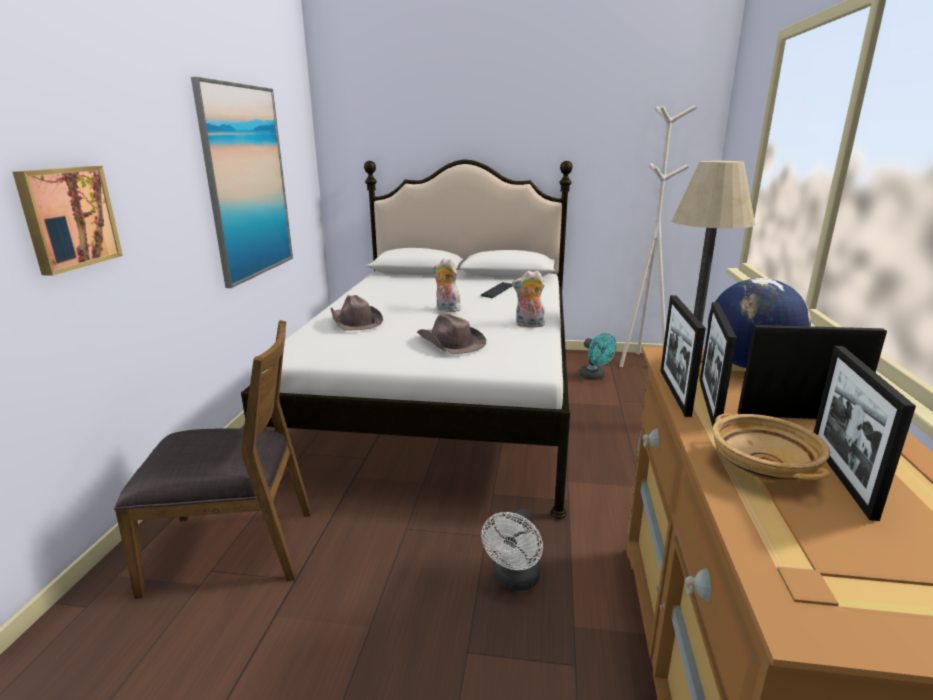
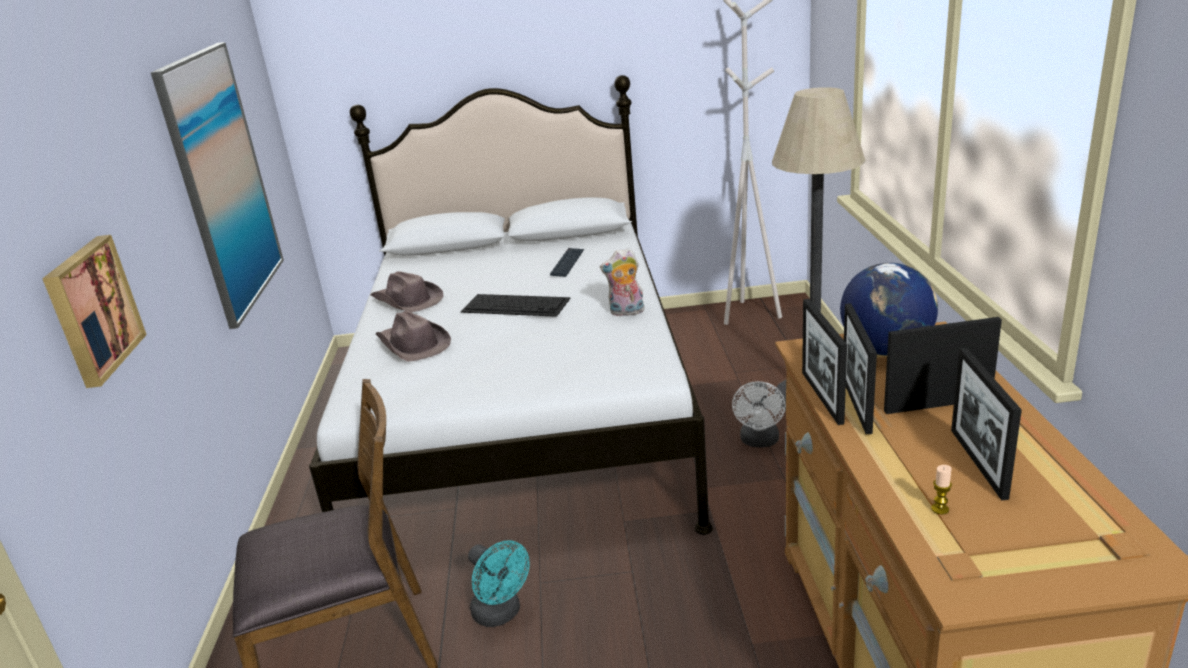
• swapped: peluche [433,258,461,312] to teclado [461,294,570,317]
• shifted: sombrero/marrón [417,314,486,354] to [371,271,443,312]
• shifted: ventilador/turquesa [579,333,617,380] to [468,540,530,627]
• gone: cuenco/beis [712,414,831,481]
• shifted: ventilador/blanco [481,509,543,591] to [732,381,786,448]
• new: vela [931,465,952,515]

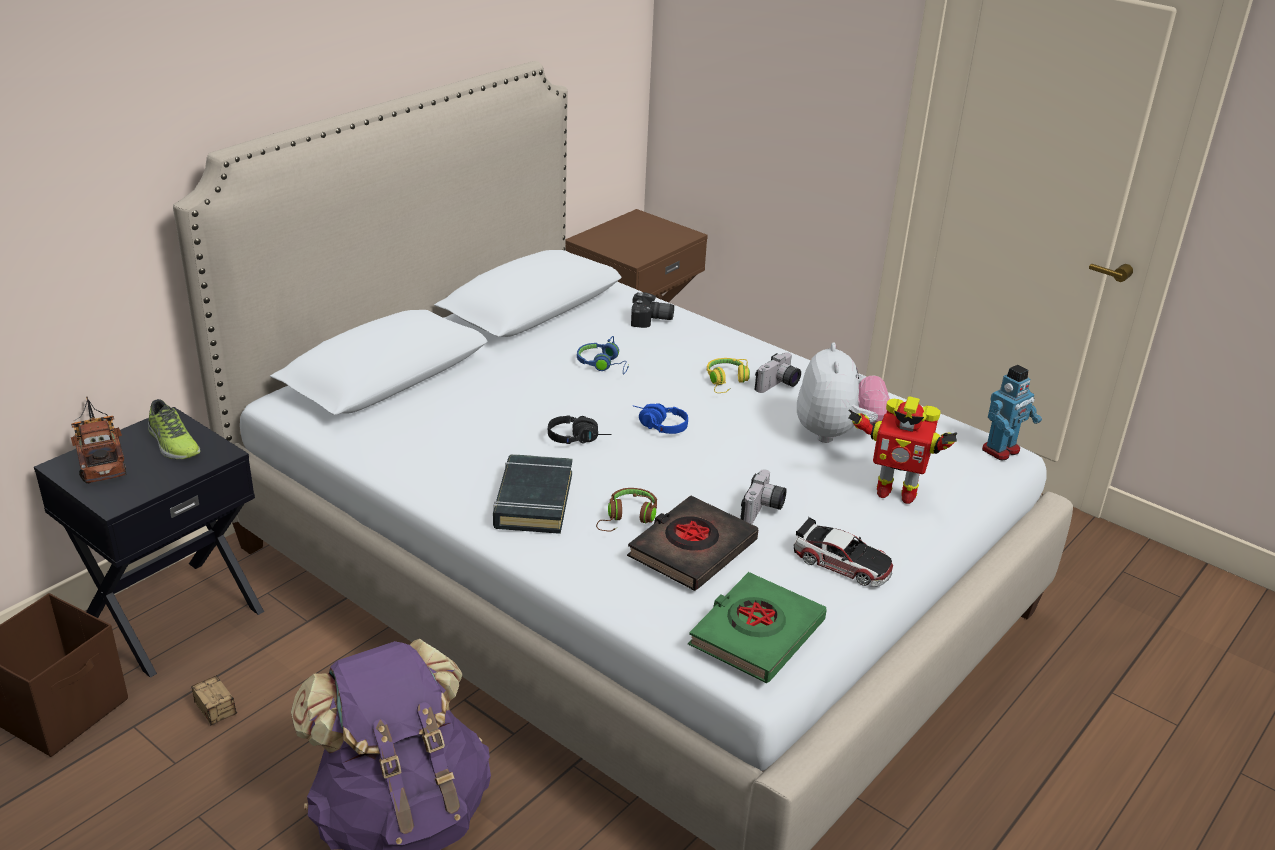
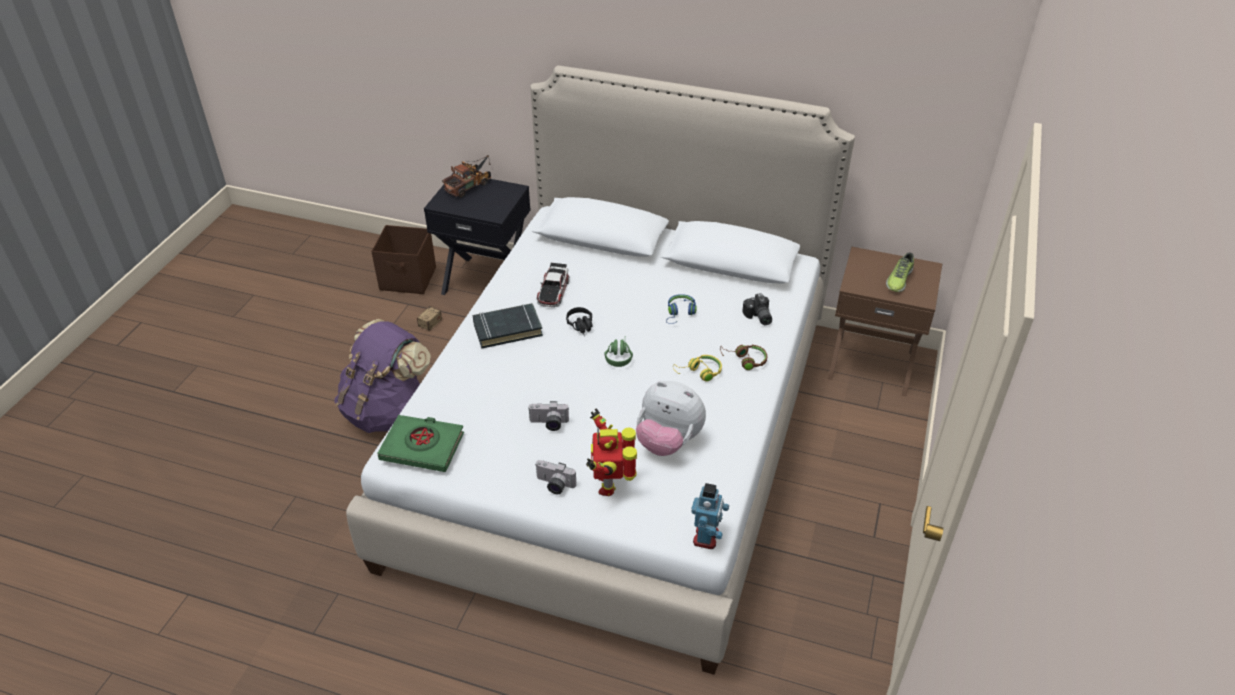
• rotated: peluche [797,342,890,443] = [636,381,706,456] 45 degrees clockwise
• shifted: cámara [755,352,801,393] to [536,460,576,494]
• rotated: robot de juguete [982,365,1042,460] = [691,483,729,549] 105 degrees counterclockwise
• shifted: zapato [148,399,201,459] to [886,253,914,292]
• repainted: auriculares/azul [633,403,688,434] to auriculares/verde [604,340,633,367]
• shifted: auriculares/marrón [596,488,657,532] to [720,345,767,370]
• gone: libro/negro [627,495,758,591]
• shifted: coche de juguete [794,517,893,587] to [537,263,570,307]

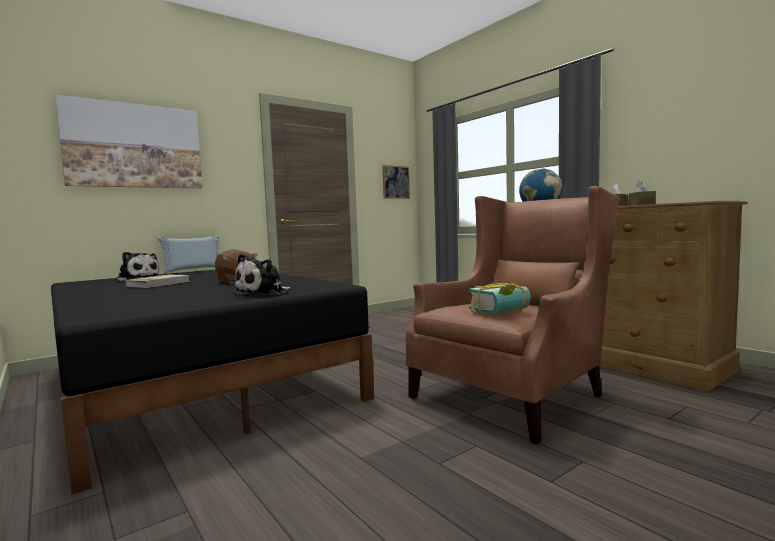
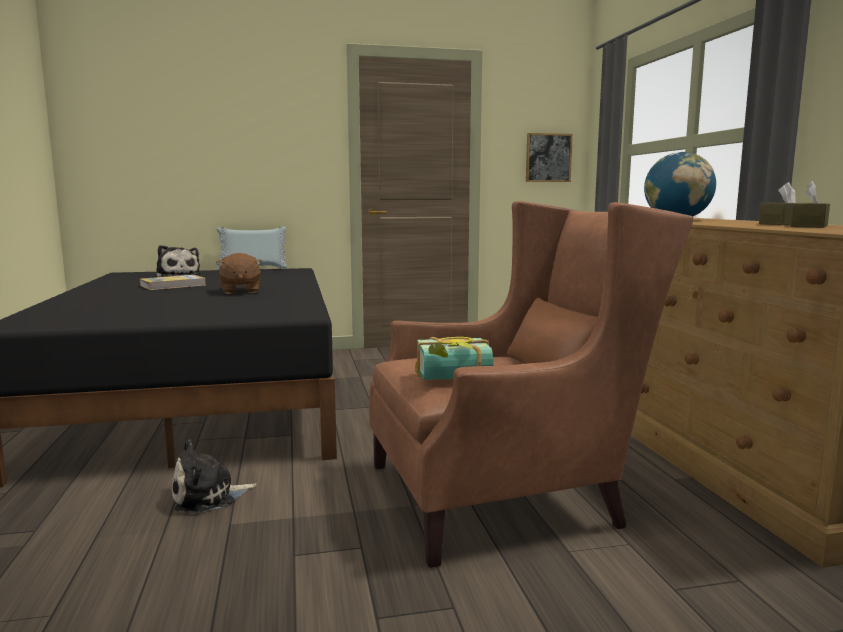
• gone: cuadro [55,95,202,189]
• shifted: peluche [232,254,291,296] to [172,440,257,513]

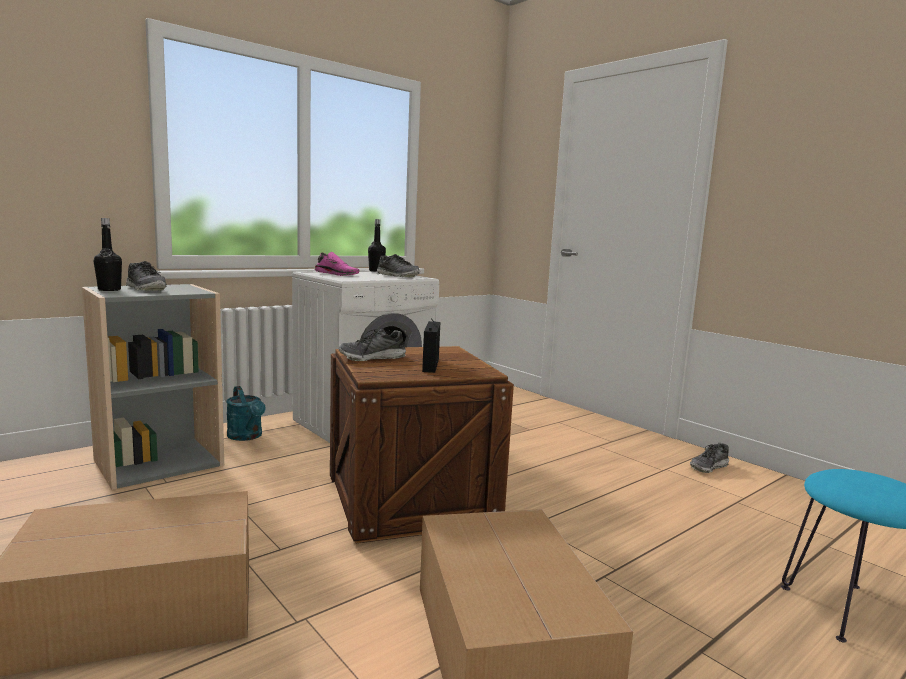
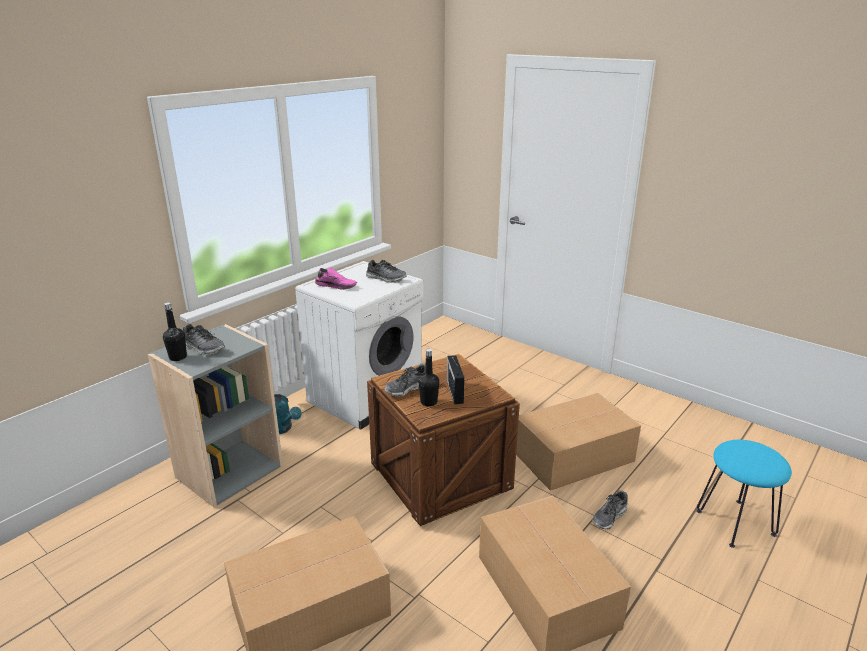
• shifted: botella/negro [368,219,386,272] to [419,349,439,406]
• shifted: zapato [690,443,729,473] to [592,490,628,529]
• new: caja de cartón [516,393,641,491]

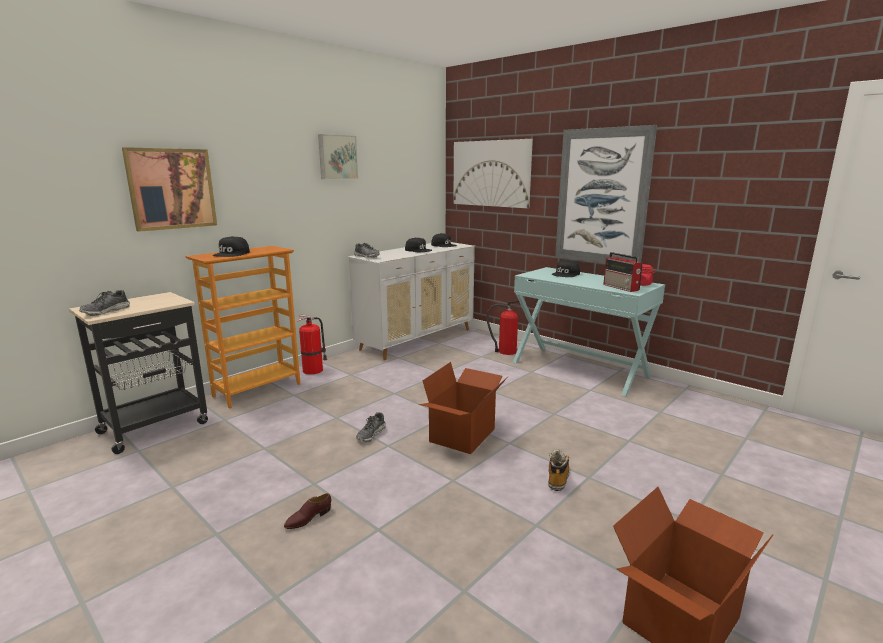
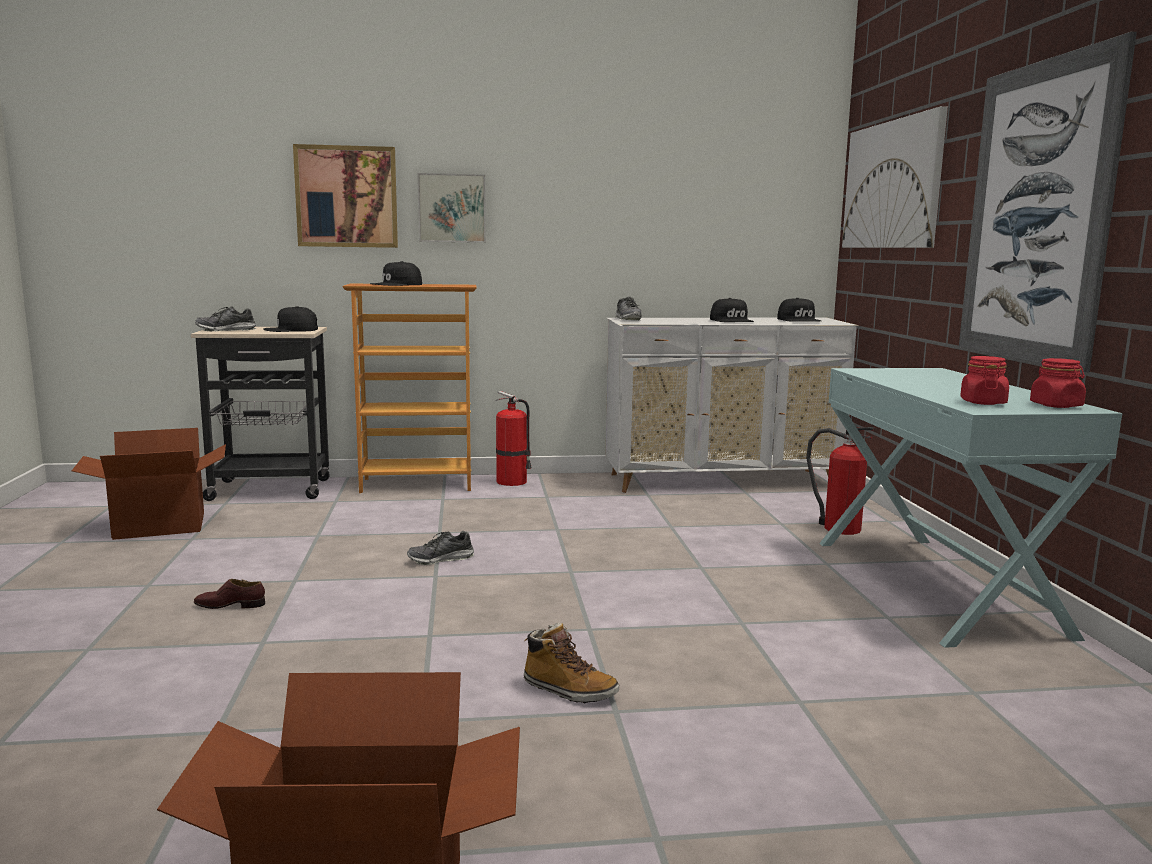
• shifted: cuadro [318,134,358,179] to [417,173,486,243]
• swapped: radio [603,252,643,292] to tarro/rojo [960,356,1009,405]
• shifted: gorra/negro [552,260,580,277] to [263,306,318,332]
• shifted: caja de cartón [419,362,508,454] to [72,428,226,540]
• rotated: bota [548,450,570,491] = [524,623,619,703] 60 degrees clockwise

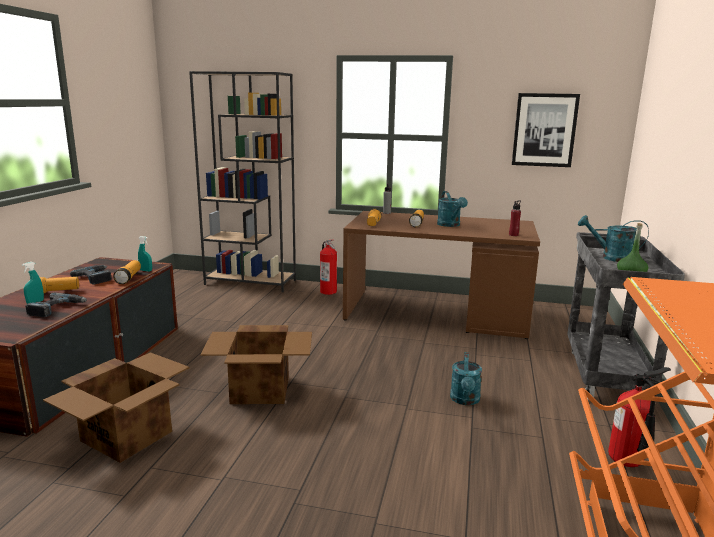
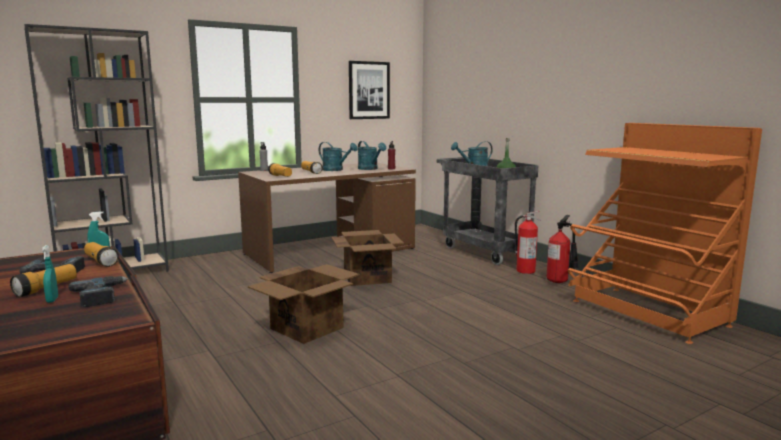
• shifted: extintor [320,240,337,295] to [515,211,541,274]
• shifted: caja de cartón [43,352,189,463] to [332,230,404,286]
• shifted: regadera/turquesa [450,352,482,405] to [358,141,386,170]

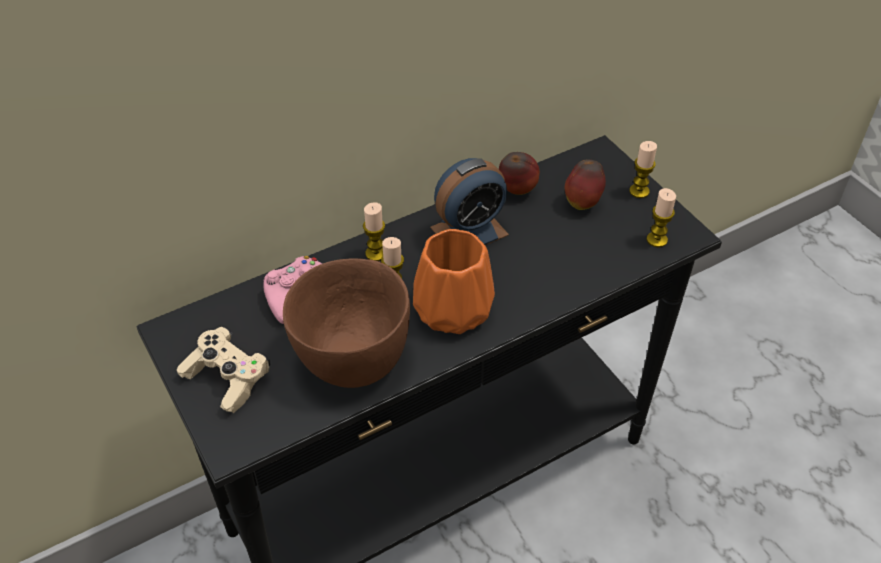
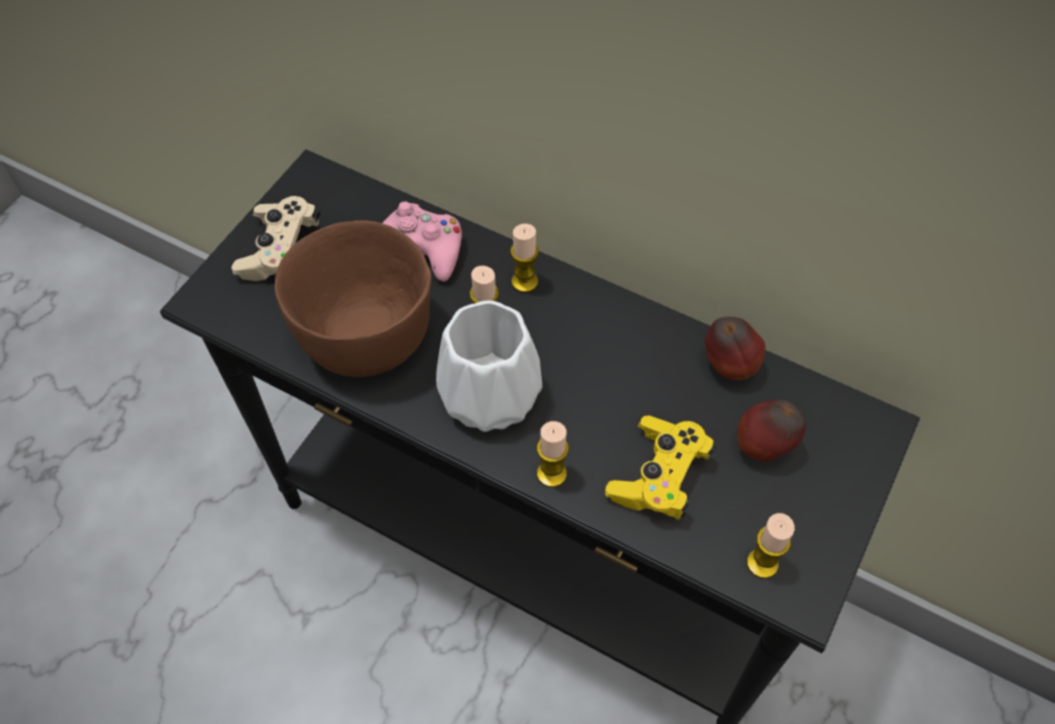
• shifted: vela [629,141,657,198] to [537,421,569,488]
• gone: despertador [430,158,509,245]
• repainted: florero/naranja [413,229,495,334] to florero/blanco [436,301,543,432]
• new: mando de consola/amarillo [605,415,716,520]

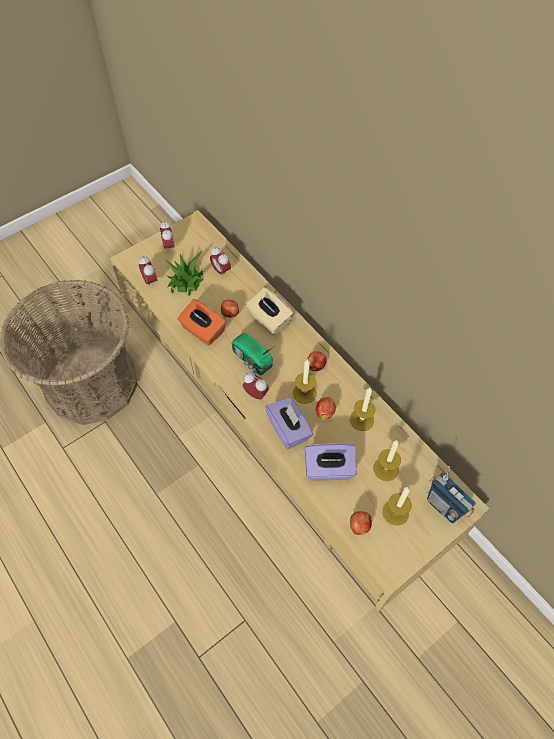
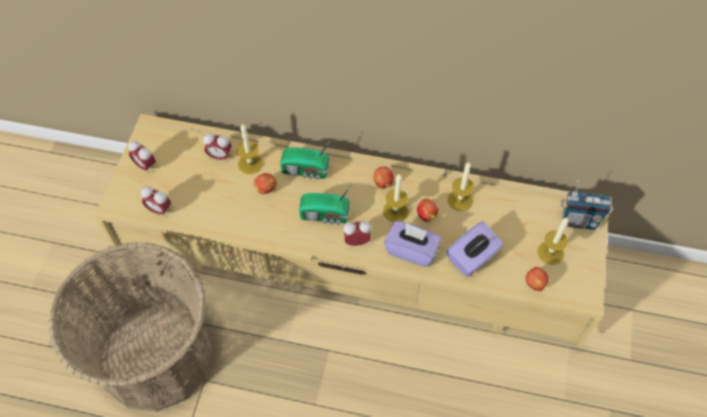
• gone: planta en maceta [166,251,204,296]
• swapped: caja de pañuelos/beis [246,287,294,335] to radio [280,138,332,180]
• gone: caja de pañuelos/naranja [177,299,226,345]
• shifted: vela [373,440,401,481] to [237,124,263,174]

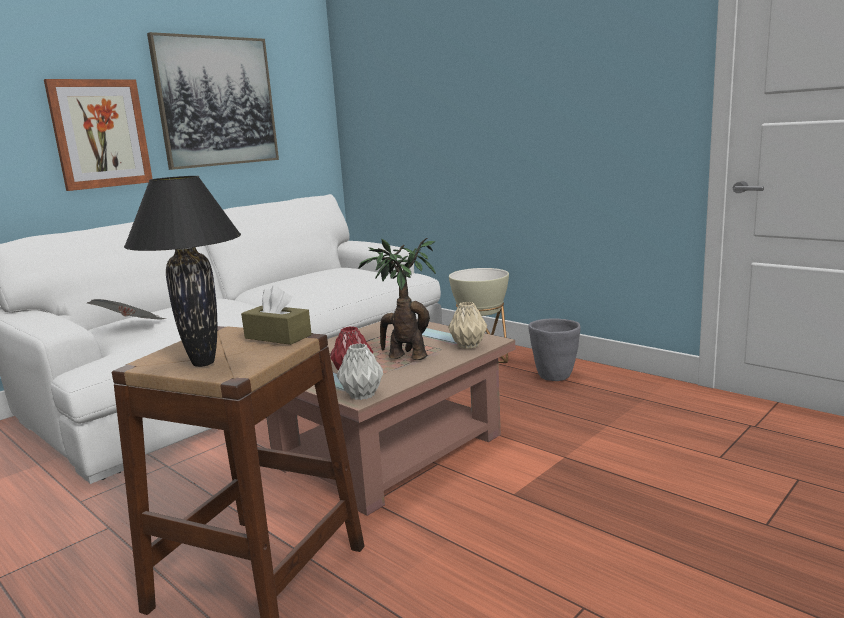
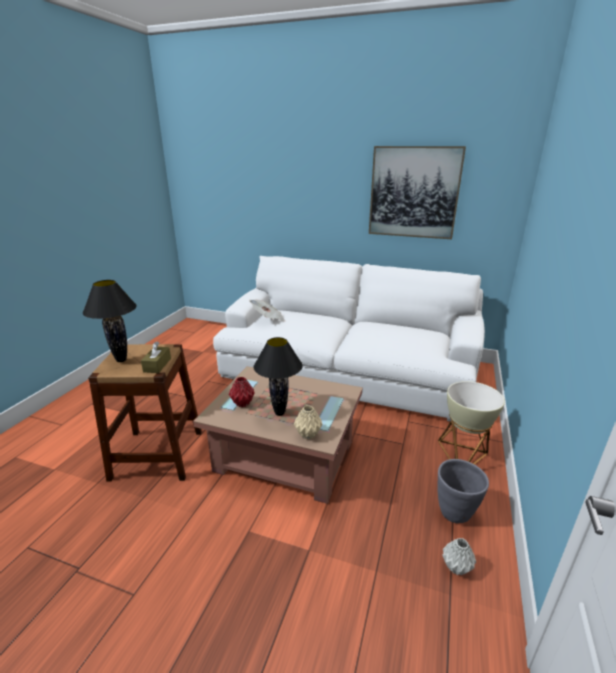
• gone: cuadro [44,79,153,191]
• swapped: planta en maceta [358,238,436,360] to lámpara de mesa/negro [254,337,303,416]
• shifted: florero/gris [337,343,383,400] to [442,538,476,575]

